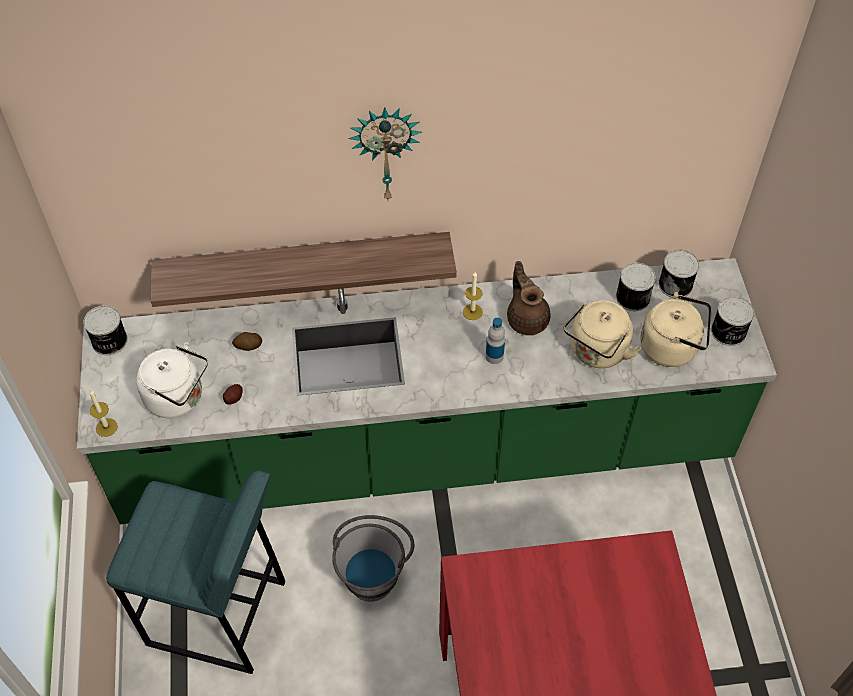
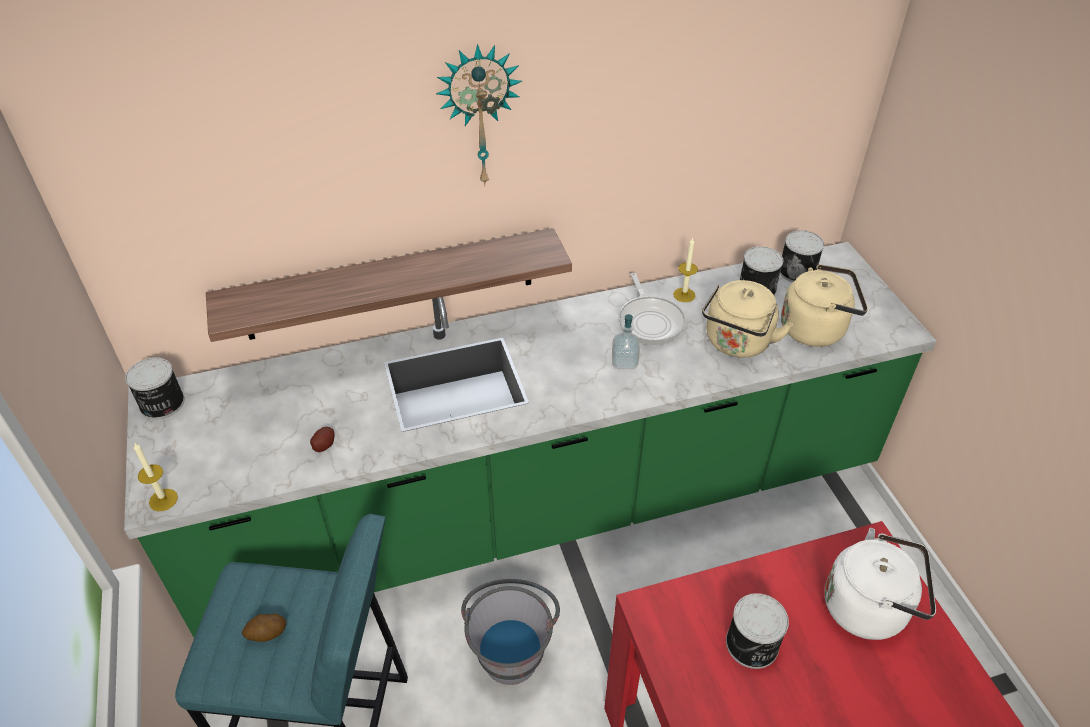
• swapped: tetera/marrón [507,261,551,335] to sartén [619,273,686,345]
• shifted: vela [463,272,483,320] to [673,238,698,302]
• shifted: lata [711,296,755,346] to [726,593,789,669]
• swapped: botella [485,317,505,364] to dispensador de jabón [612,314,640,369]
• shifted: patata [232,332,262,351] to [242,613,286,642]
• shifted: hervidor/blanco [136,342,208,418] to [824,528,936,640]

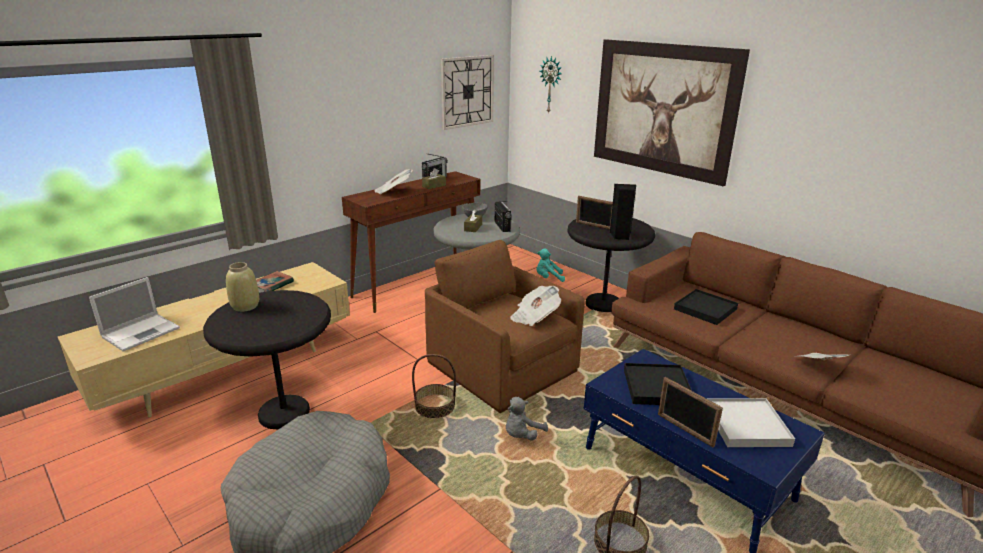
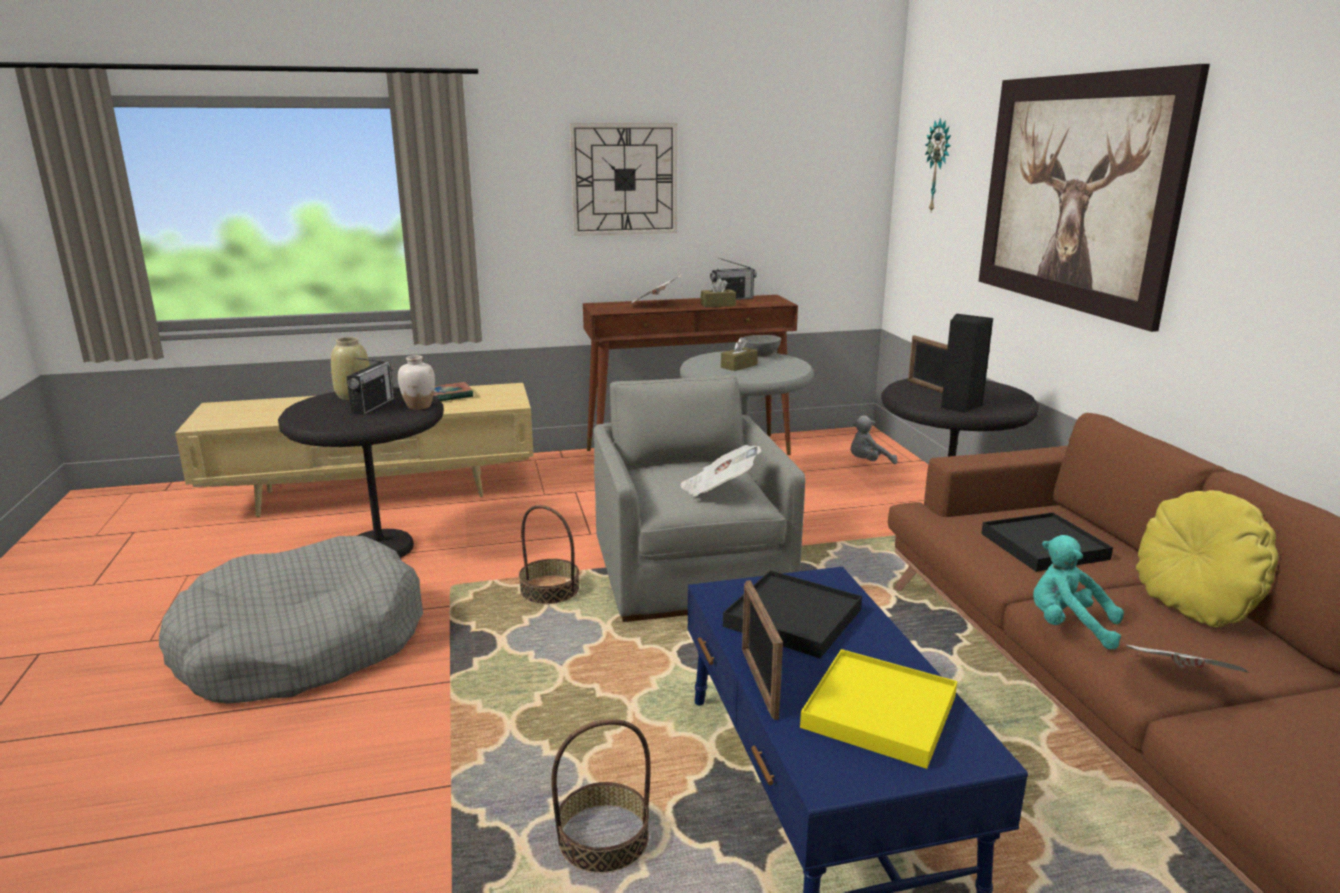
• shifted: reloj de pared [441,55,494,130] to [570,123,677,236]
• shifted: radio [495,201,511,232] to [347,358,394,415]
• repainted: sillón/marrón [425,240,585,413] to sillón/gris [593,375,805,622]
• shifted: peluche/turquesa [536,249,565,282] to [1033,535,1124,649]
• gone: portátil [89,277,180,352]
• shifted: peluche/gris [506,397,548,441] to [850,415,898,464]
• repainted: bandeja/blanco [708,398,795,447] to bandeja/amarillo [800,649,957,769]
• new: florero/blanco [398,355,435,410]
• new: cojín/amarillo [1136,490,1278,628]

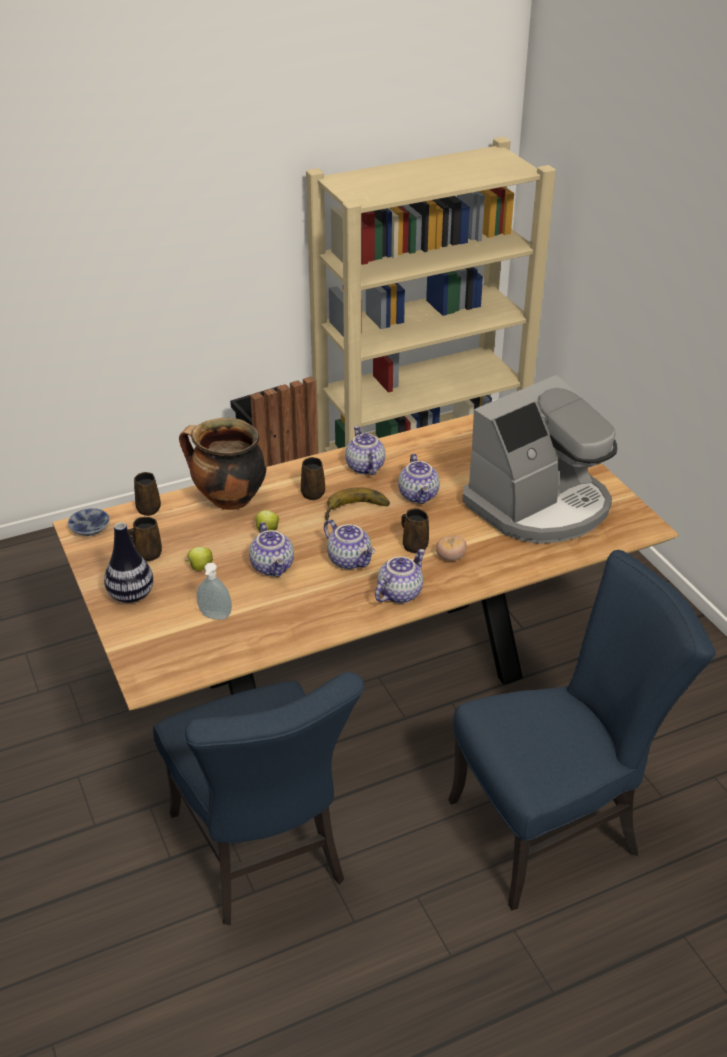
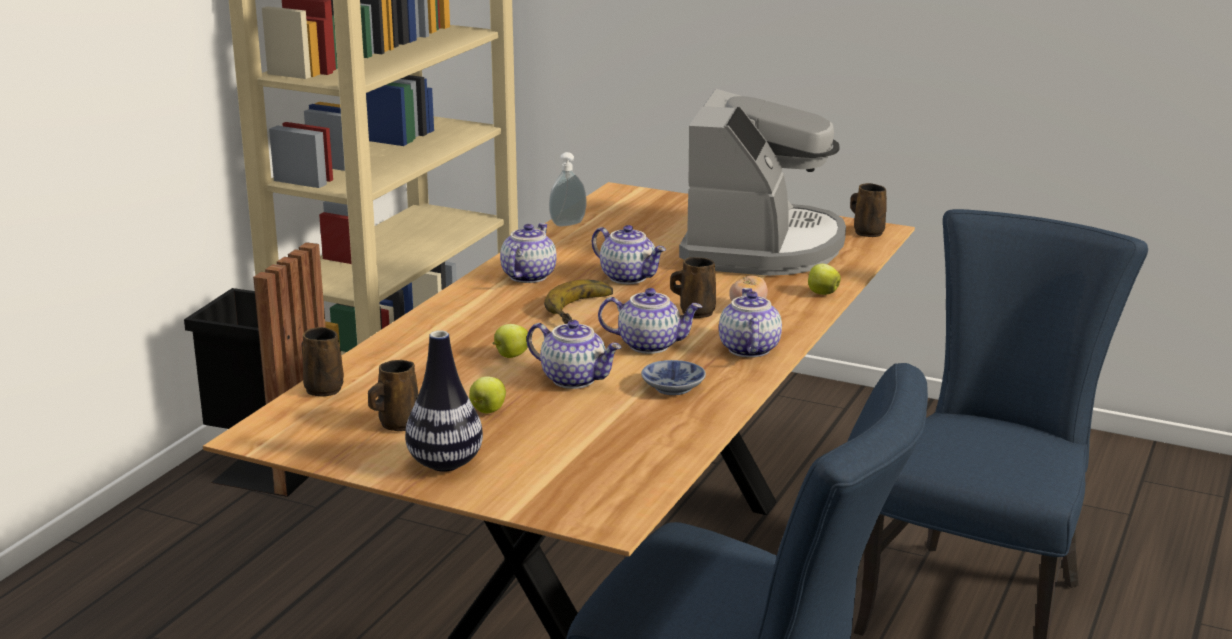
• gone: olla [179,418,267,510]
• rotated: tetera [345,426,385,475] = [500,223,557,283] 75 degrees clockwise
• shifted: taza grande/marrón [301,457,325,500] to [850,183,887,237]
• shifted: cuenco [68,508,110,536] to [641,360,706,395]
• shifted: dispensador de jabón [196,563,232,620] to [549,152,586,226]
• new: manzana [808,264,841,295]

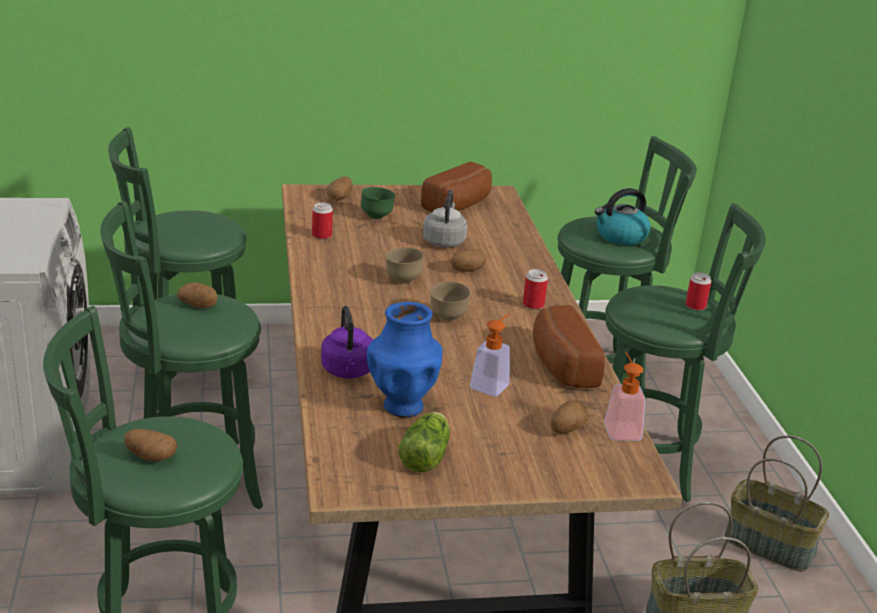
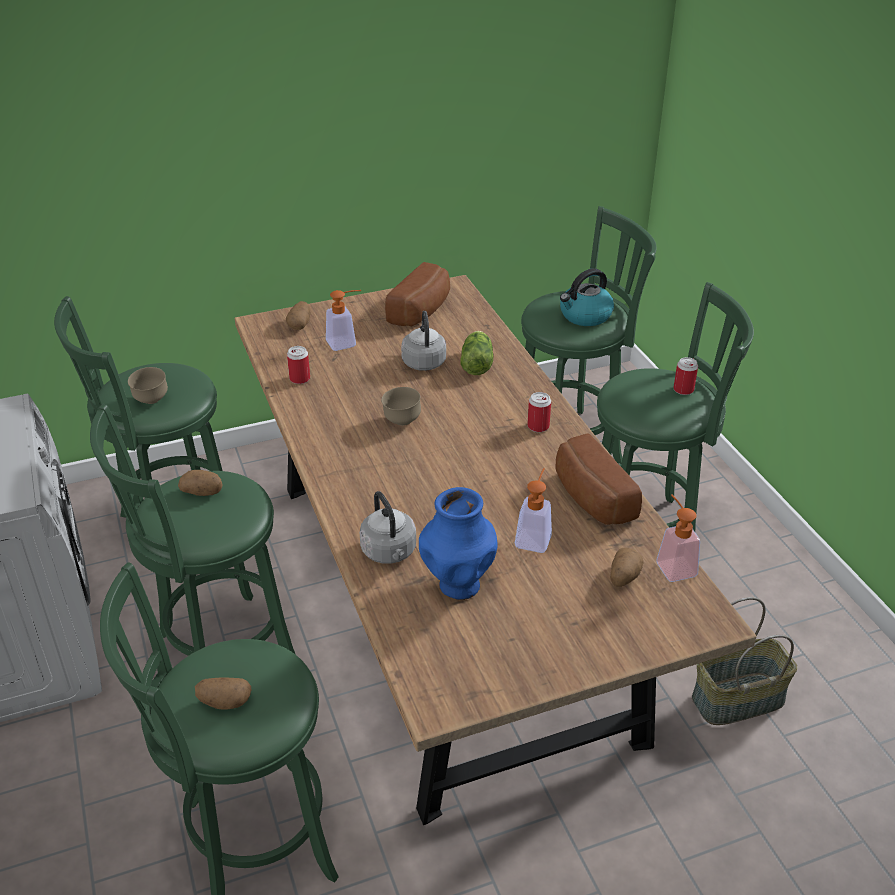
• swapped: cuenco/verde [361,187,396,219] to dispensador de jabón [326,290,361,351]
• gone: patata [451,249,486,272]
• shifted: cuenco/marrón [430,282,470,321] to [128,367,168,404]
• repainted: hervidor/morado [321,306,373,378] to hervidor/gris [360,491,416,564]
• shifted: lechuga [398,412,450,472] to [460,331,493,375]
• gone: cesta [724,435,829,572]

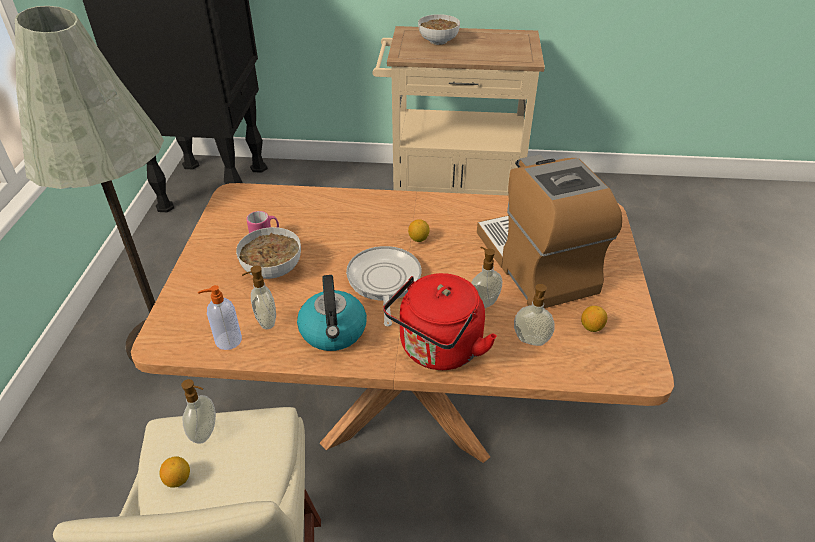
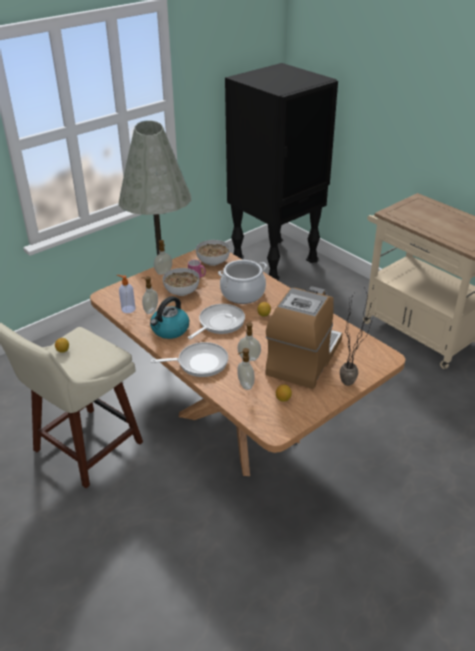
• shifted: cuenco [418,14,460,45] to [196,240,230,266]
• swapped: hervidor/rojo [383,273,497,370] to sartén [151,342,228,377]
• shifted: dispensador de jabón [181,379,216,444] to [154,240,172,275]
• new: olla [218,260,267,304]
• new: planta en maceta [340,287,375,386]

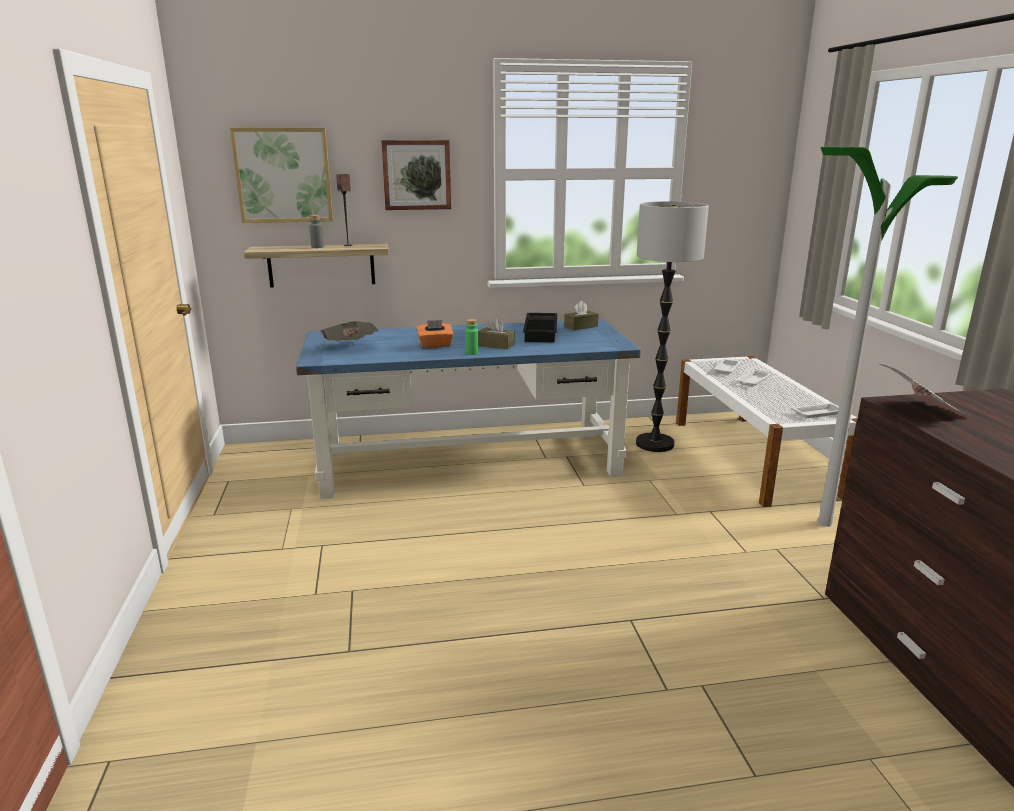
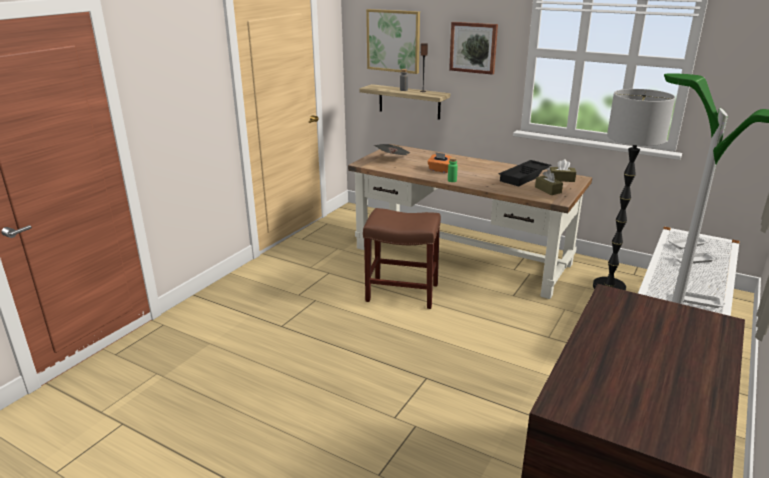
• shifted: caja de pañuelos/marrón [478,318,515,350] to [535,170,563,195]
• repainted: escritorio/azul [296,319,641,499] to escritorio/marrón [348,144,592,299]
• gone: periódico [879,364,968,415]
• new: taburete/marrón [363,208,441,309]

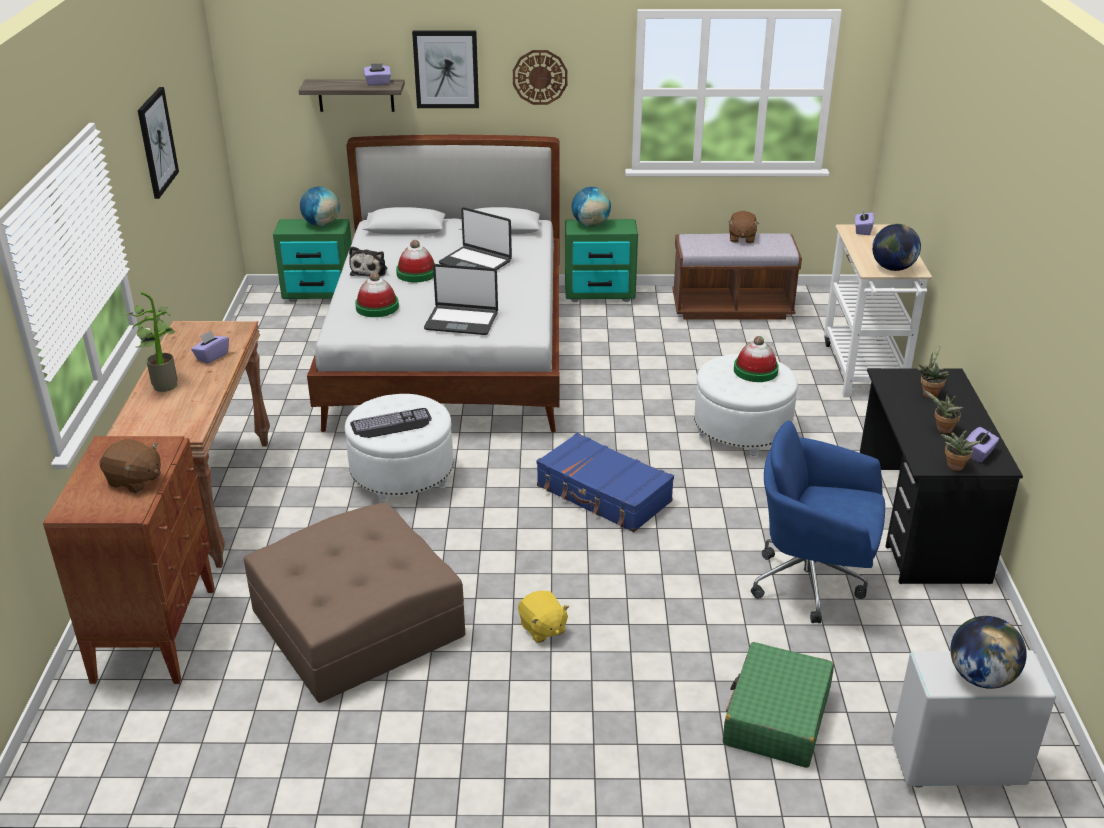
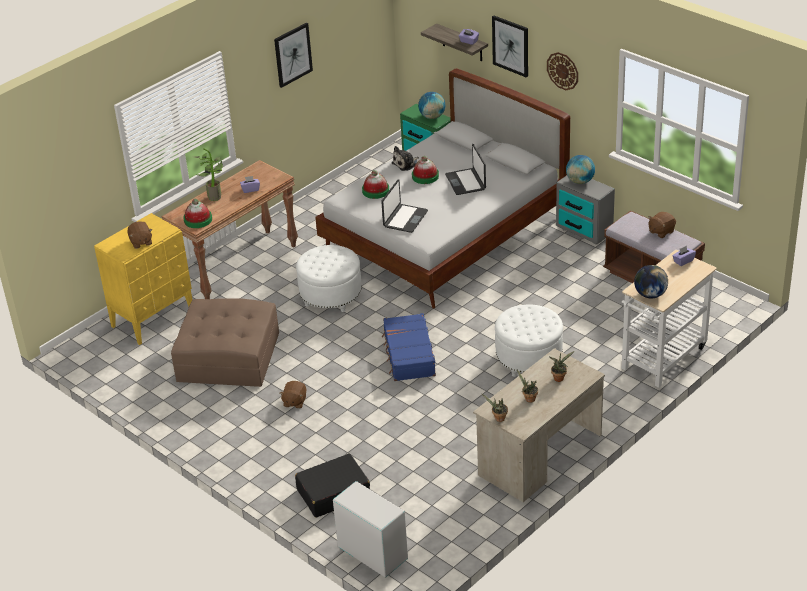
• repainted: mesita de noche/verde [565,219,638,302] to mesita de noche/gris [556,175,615,244]
• rotated: portátil [424,264,498,335] = [381,179,428,233] 120 degrees counterclockwise
• shifted: sombrero [734,336,779,382] to [184,199,212,228]
• repainted: escritorio/negro [860,368,1023,584] to escritorio/beis [473,348,605,502]
• gone: teclado [350,408,432,438]
• gone: silla de oficina/azul [751,421,885,623]
• gone: caja de pañuelos/morado [966,427,999,462]
• repainted: cómoda/marrón [43,436,215,684] to cómoda/amarillo [94,213,192,345]
• repainted: peluche/amarillo [518,591,569,643] to peluche/marrón [280,381,306,409]
• gone: globo terráqueo [950,616,1027,689]
• repainted: maleta/verde [723,642,834,768] to maleta/negro [295,454,370,518]

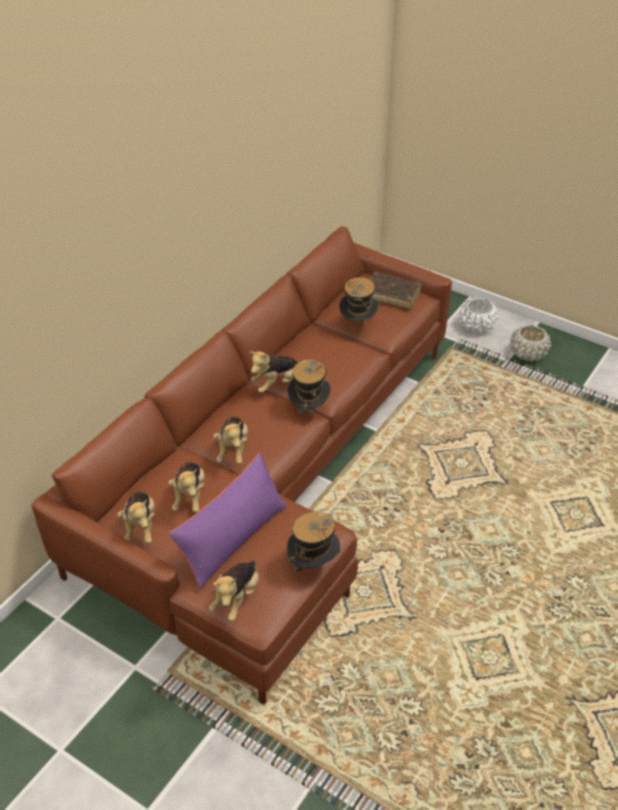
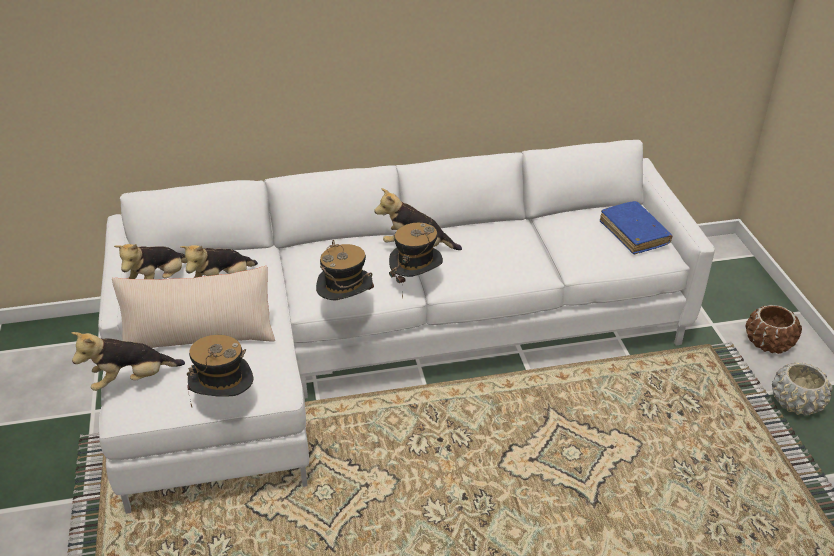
• repainted: sofá/marrón [32,226,452,705] to sofá/blanco [98,140,715,514]
• repainted: libro/marrón [369,272,421,309] to libro/azul [600,201,672,254]
• shifted: sombrero [339,277,379,321] to [316,240,374,300]
• repainted: maceta/blanco [459,298,498,333] to maceta/marrón [745,305,802,354]
• gone: peluche [213,417,248,464]
• repainted: cojín/morado [169,453,287,589] to cojín/beis [112,266,275,348]

